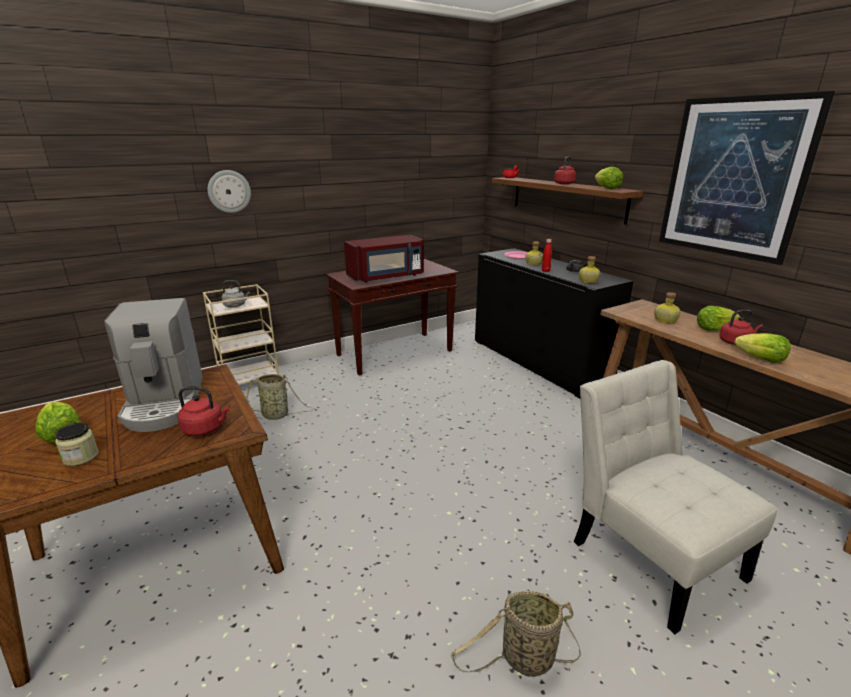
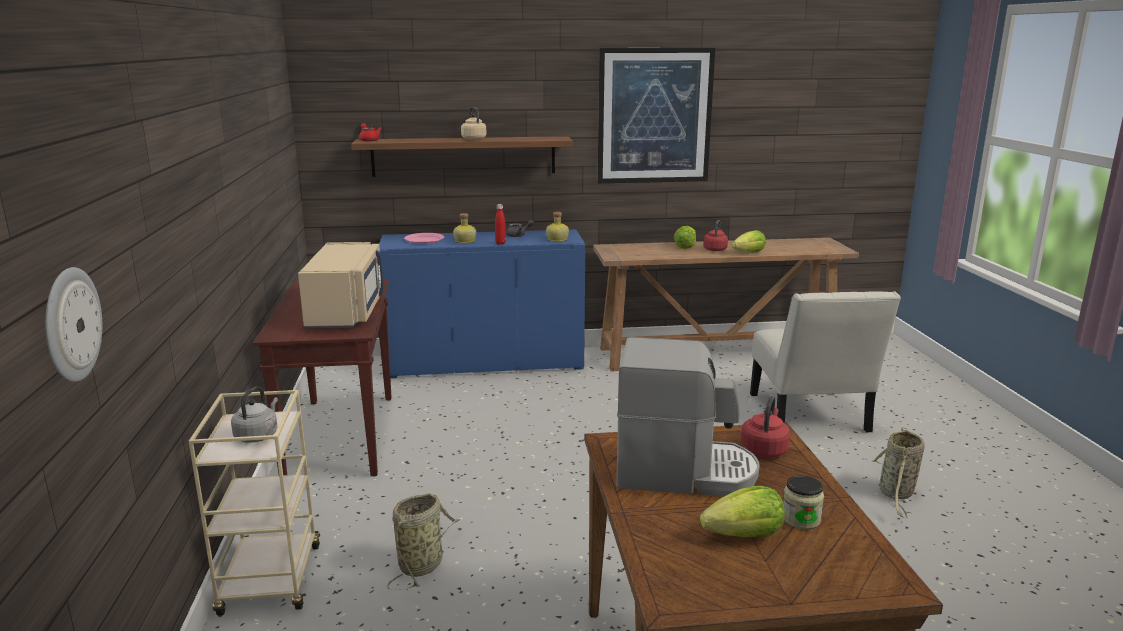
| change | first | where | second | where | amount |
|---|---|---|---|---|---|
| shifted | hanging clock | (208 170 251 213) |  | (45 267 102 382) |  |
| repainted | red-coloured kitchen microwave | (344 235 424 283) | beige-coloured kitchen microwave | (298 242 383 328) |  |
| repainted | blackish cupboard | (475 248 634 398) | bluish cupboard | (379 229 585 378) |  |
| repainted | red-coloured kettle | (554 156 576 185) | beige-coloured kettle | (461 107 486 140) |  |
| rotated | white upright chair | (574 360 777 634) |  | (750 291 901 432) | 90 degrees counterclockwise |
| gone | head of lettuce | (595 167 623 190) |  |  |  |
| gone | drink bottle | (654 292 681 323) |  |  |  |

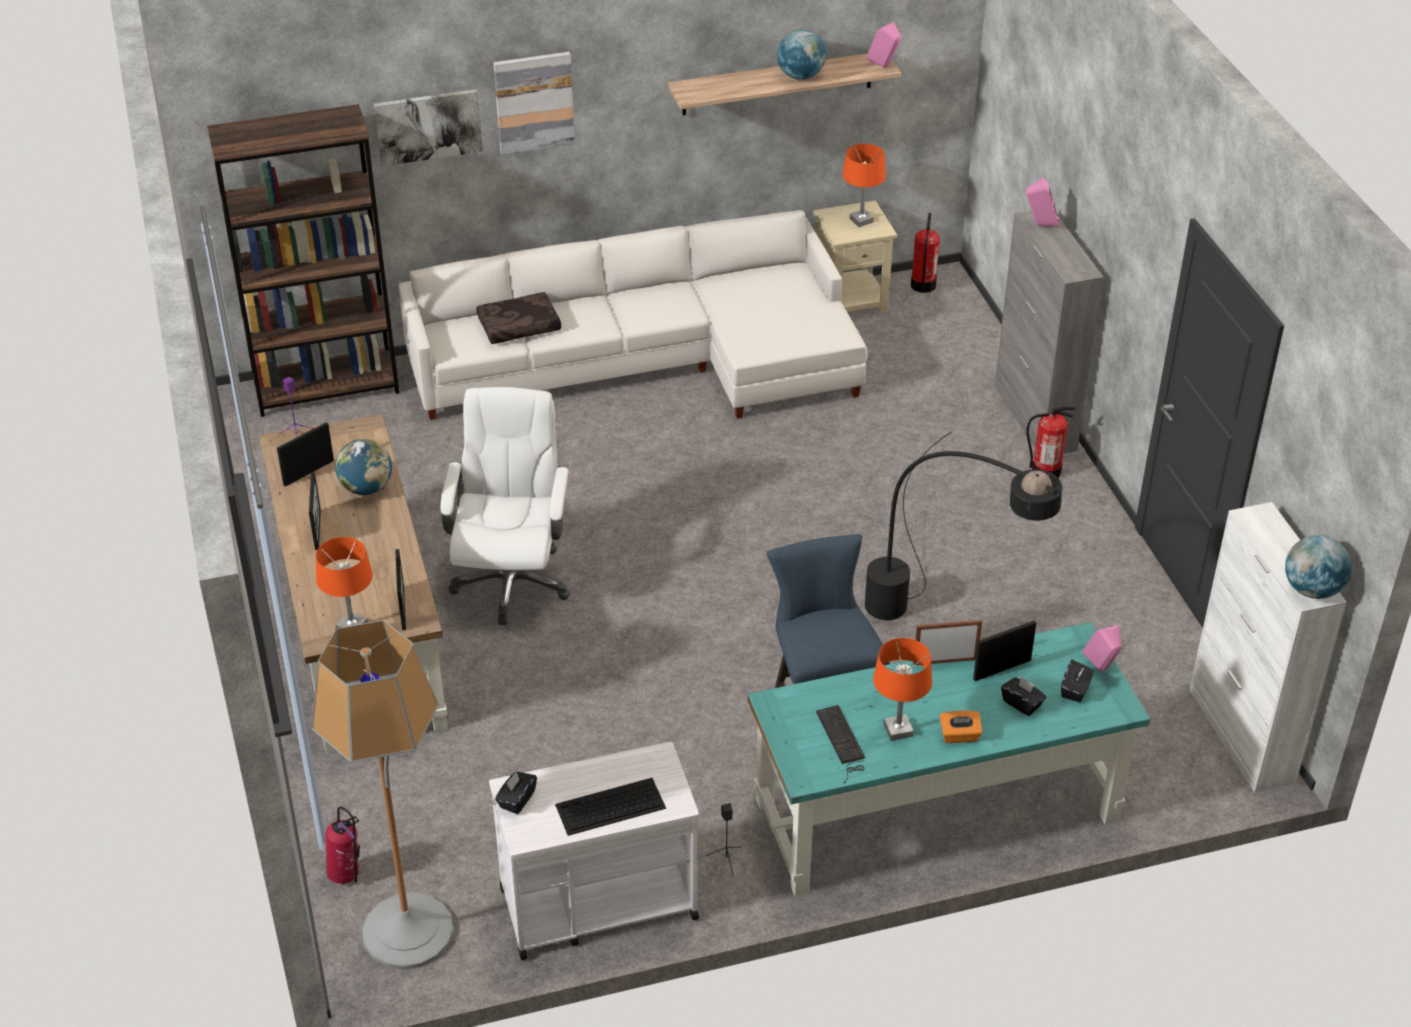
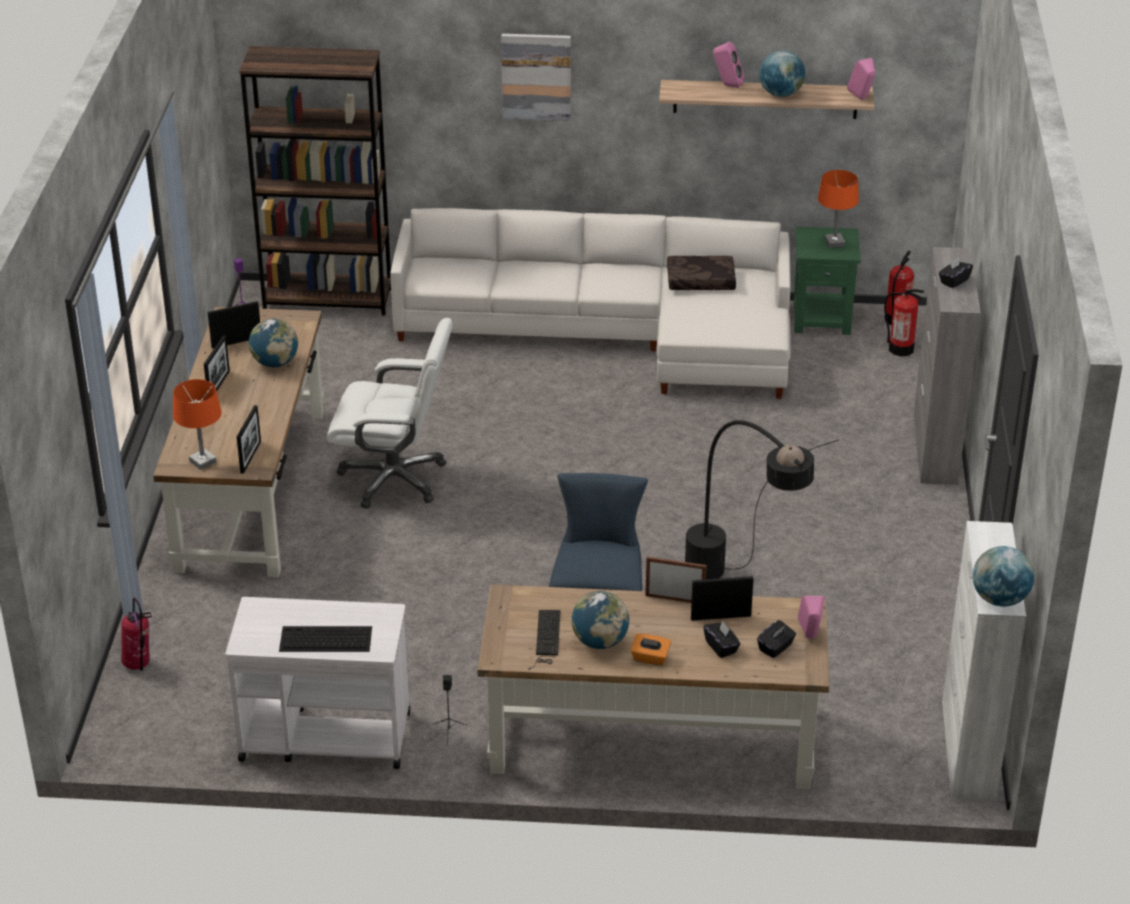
| change | first | where | second | where | amount |
|---|---|---|---|---|---|
| gone | floor lamp | (312 620 454 970) |  |  |  |
| gone | wall art | (374 89 483 166) |  |  |  |
| rotated | white desk chair | (440 387 570 625) |  | (327 318 453 509) | 75 degrees clockwise |
| shifted | brown pillow | (476 292 561 344) |  | (667 256 736 290) |  |
| shifted | blackish tissue holder | (495 771 537 814) |  | (939 257 973 288) |  |
| repainted | blue-green desk table | (747 622 1150 896) | brown desk table | (477 584 829 789) |  |
| repainted | beige-coloured side table | (813 200 897 313) | green side table | (794 227 861 335) |  |
| swapped | orange tabletop lamp | (873 638 932 741) | world globe | (572 591 629 649) |  |
| shifted | pink audio speaker | (1026 178 1059 227) |  | (713 41 745 88) |  |
| shifted | fire extinguisher | (1026 407 1075 478) |  | (884 289 924 356) |  |

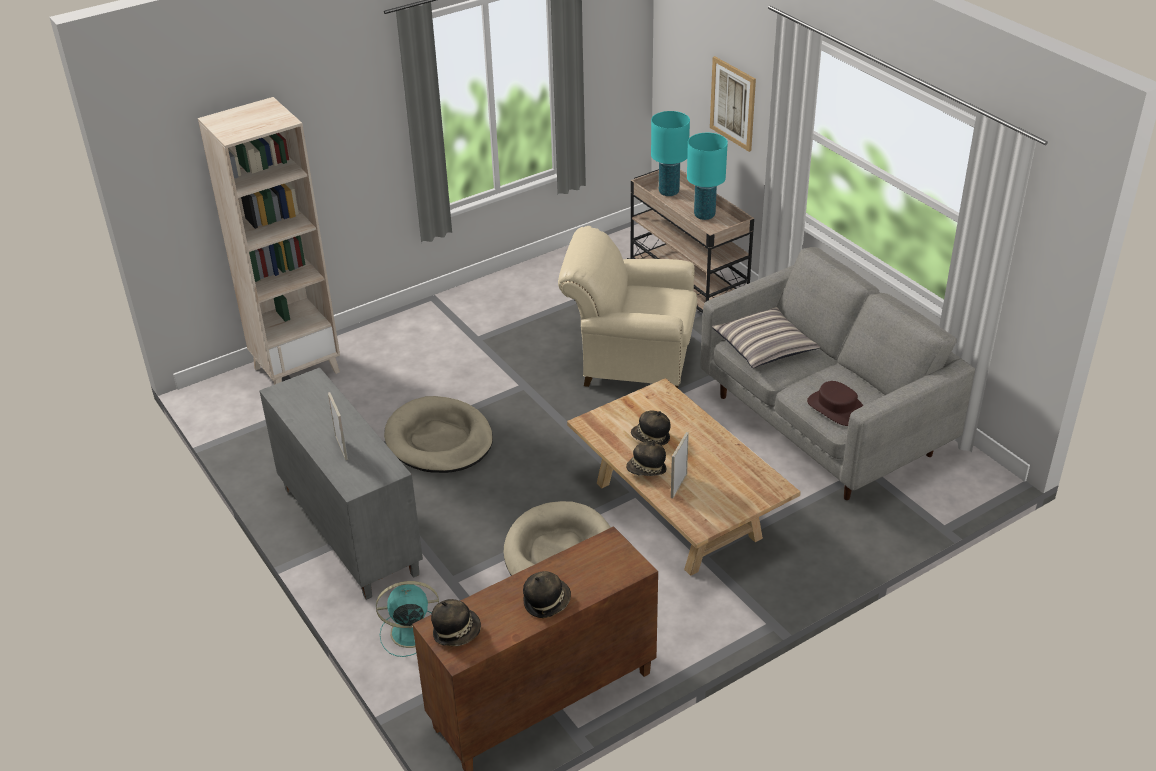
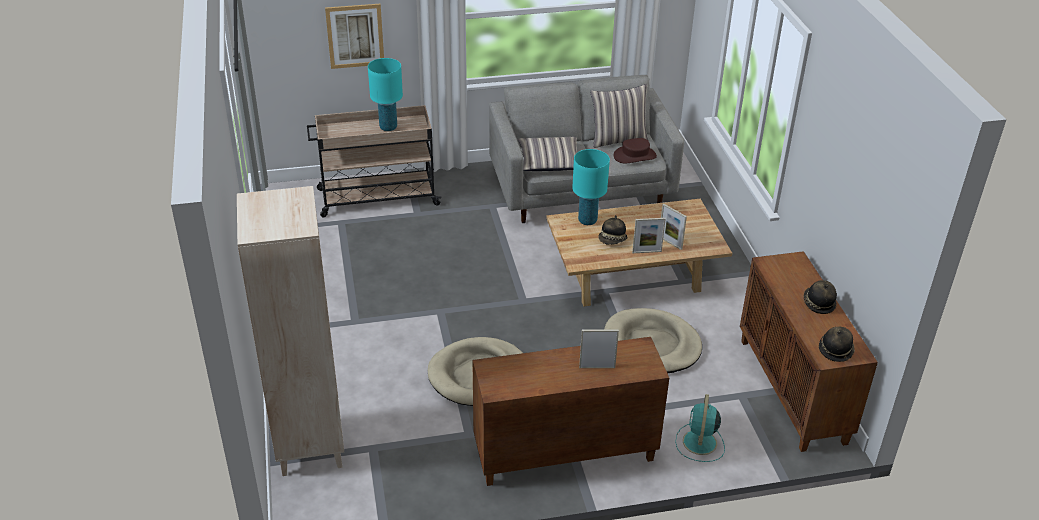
| change | first | where | second | where | amount |
|---|---|---|---|---|---|
| repainted | gray cupboard | (259 368 423 600) | brown cupboard | (472 337 669 486) |  |
| gone | beige-coloured armchair | (558 226 697 388) |  |  |  |
| swapped | hat | (626 440 666 476) | standing frame | (632 218 666 253) |  |
| shifted | blue-green tabletop lamp | (651 111 690 196) |  | (572 149 610 225) |  |
| new |  |  | pillow | (590 84 649 148) |  |

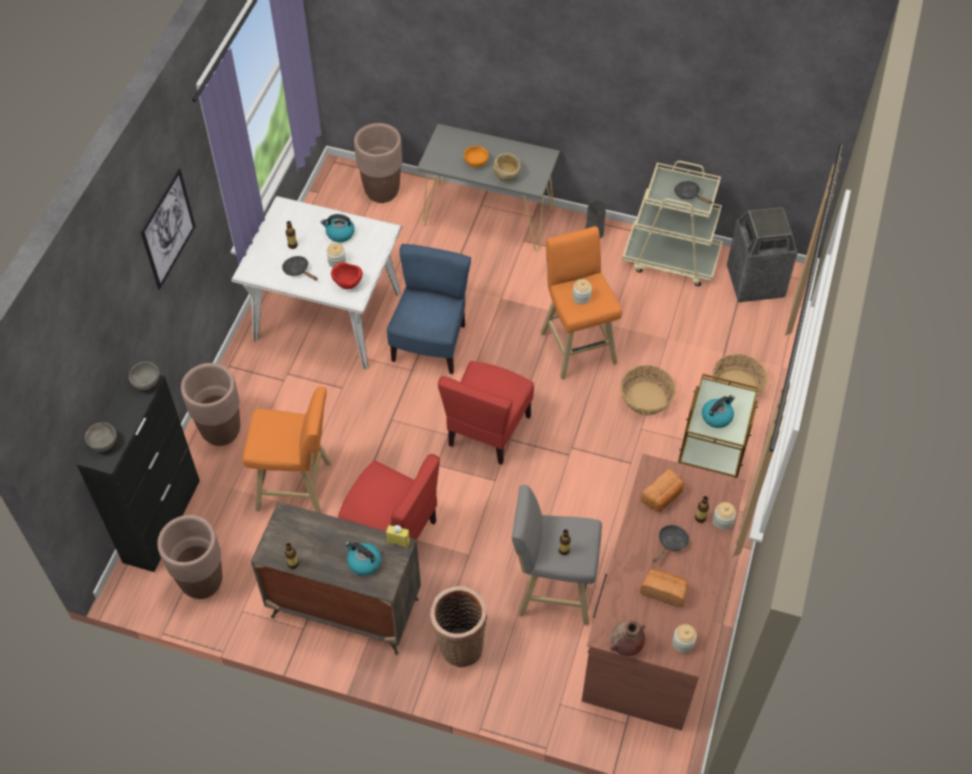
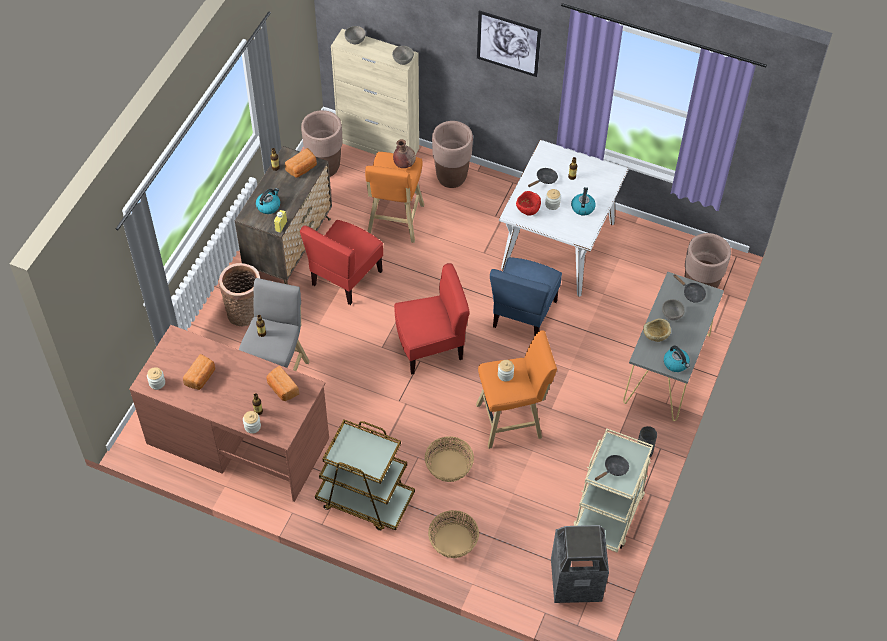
| change | first | where | second | where | amount |
|---|---|---|---|---|---|
| repainted | blackish cupboard | (76 368 200 572) | beige-coloured cupboard | (331 29 419 155) |  |
| rotated | bluish upright chair | (387 244 471 374) |  | (490 257 562 336) | 90 degrees clockwise |
| rotated | red-coloured upright chair | (438 361 534 465) |  | (394 263 470 375) | 135 degrees clockwise |
| repainted | orange bowl | (464 146 489 168) | gray bowl | (662 299 685 321) |  |
| shifted | brown vase | (610 620 645 656) |  | (393 139 416 168) |  |
| shifted | blackish pan | (653 525 689 563) |  | (673 274 706 303) |  |
| shifted | kettle | (702 395 735 428) |  | (664 345 690 372) |  |
| new |  |  | baked bread | (285 148 317 178) |  |

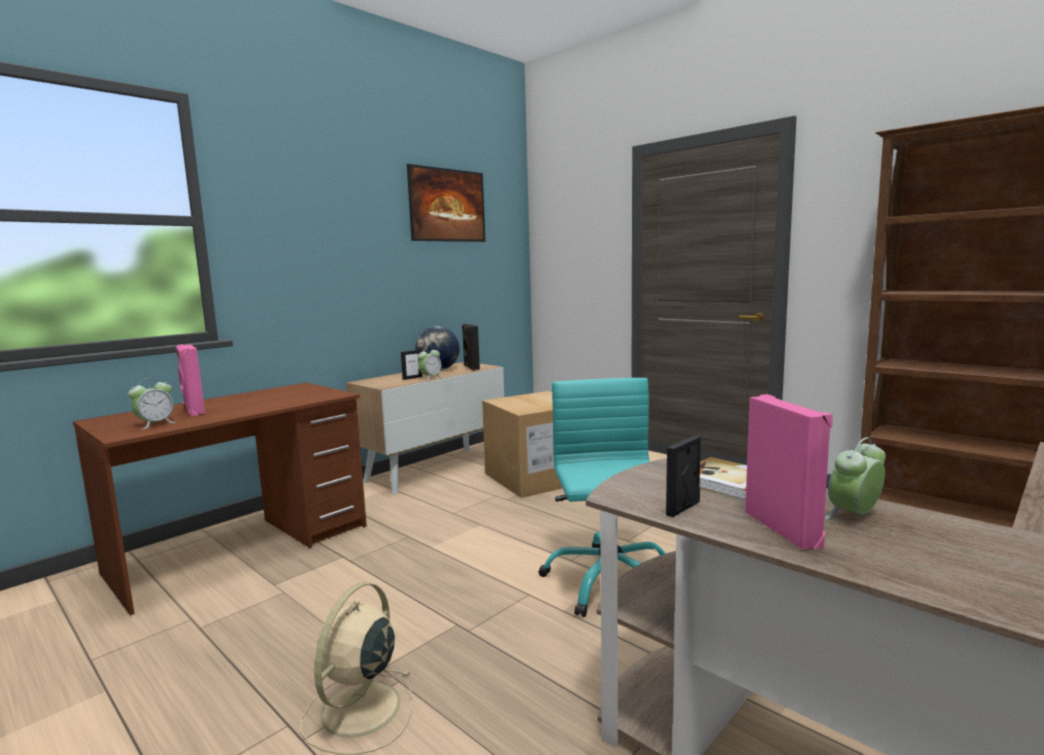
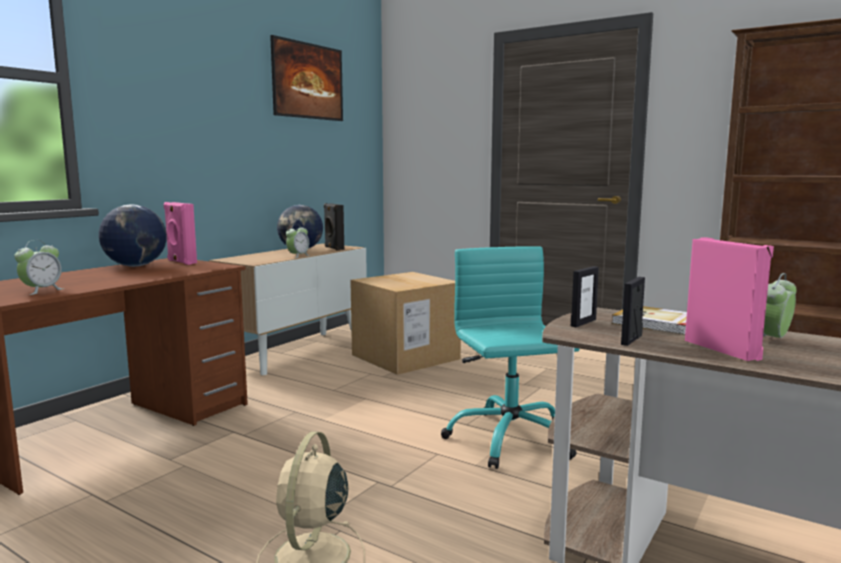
| change | first | where | second | where | amount |
|---|---|---|---|---|---|
| shifted | pink audio speaker | (176 344 205 416) |  | (164 202 197 265) |  |
| shifted | standing frame | (401 350 423 380) |  | (571 266 599 327) |  |
| new |  |  | world globe | (99 204 167 267) |  |

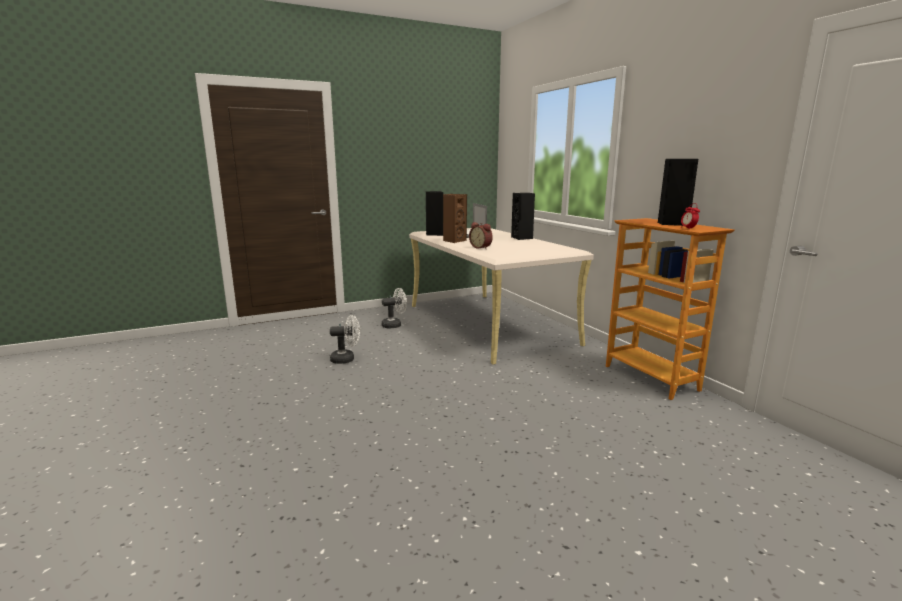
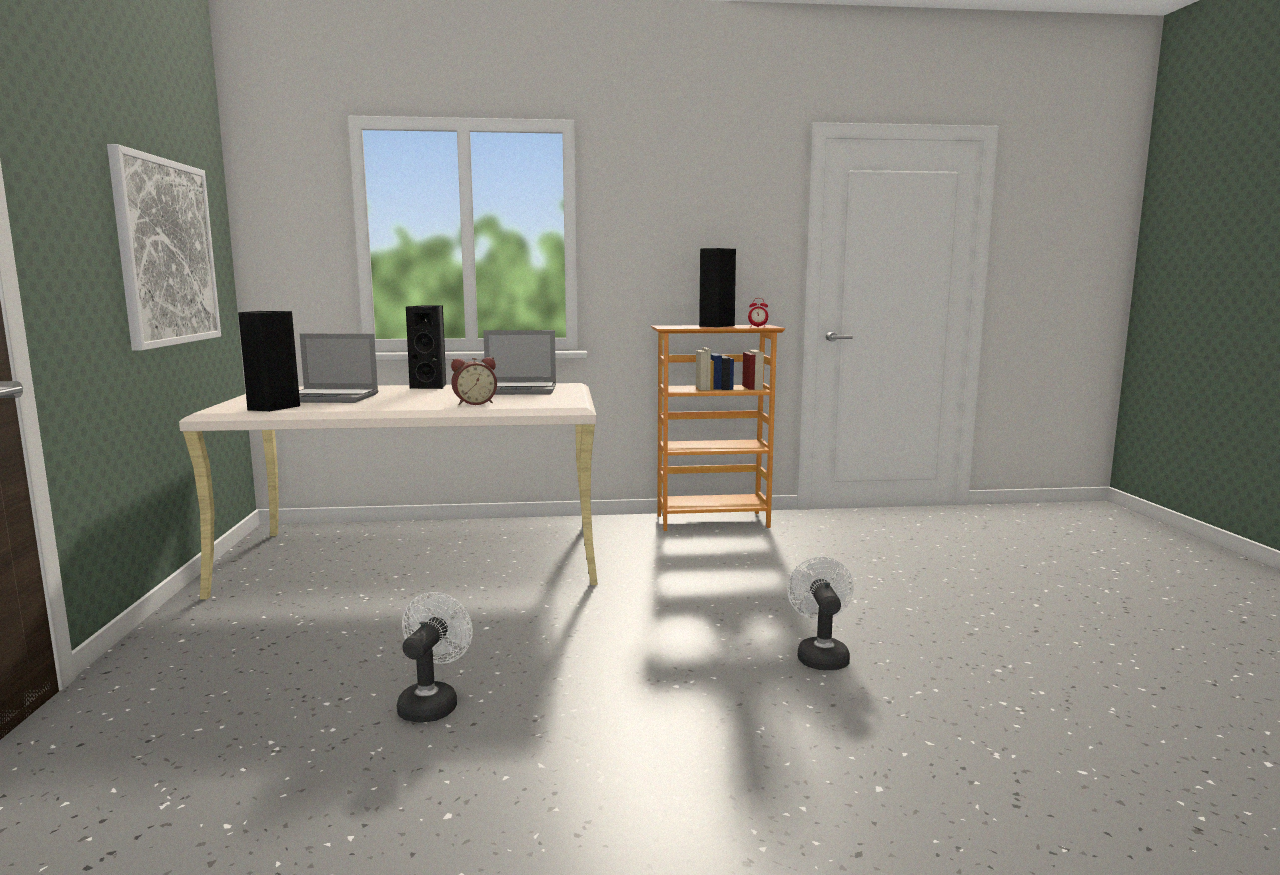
| change | first | where | second | where | amount |
|---|---|---|---|---|---|
| shifted | white electric fan | (382 288 407 328) |  | (787 557 854 670) |  |
| gone | brown audio speaker | (443 194 467 243) |  |  |  |
| new |  |  | wall art | (107 144 221 351) |  |
| new |  |  | portable computer | (483 330 556 395) |  |

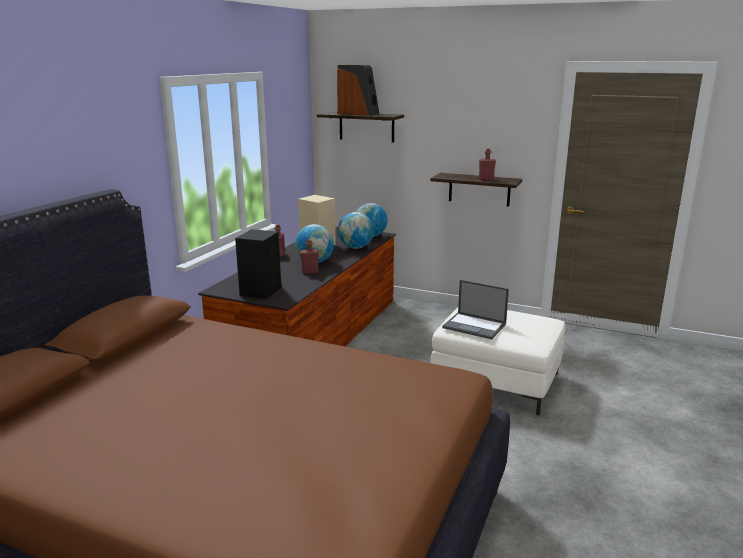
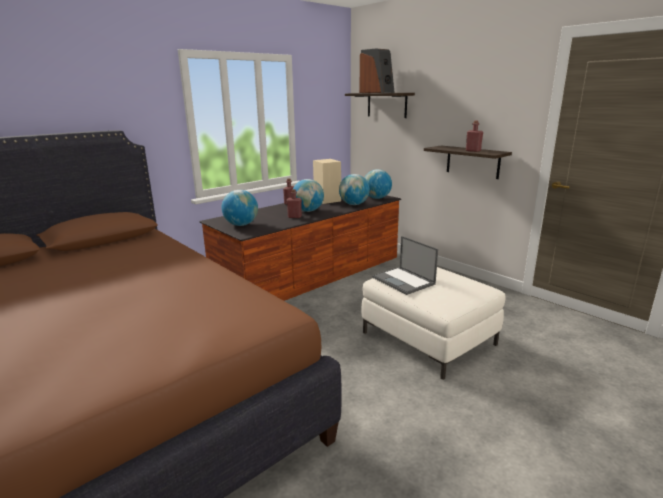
| change | first | where | second | where | amount |
|---|---|---|---|---|---|
| swapped | blackish audio speaker | (235 229 281 299) | world globe | (222 190 258 226) |  |

